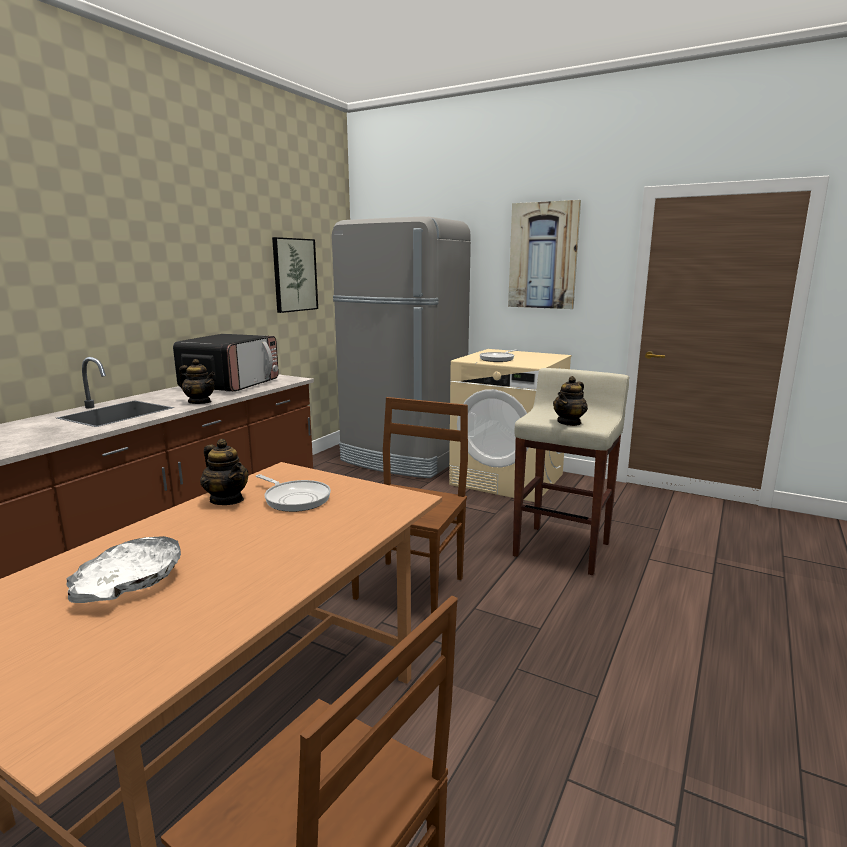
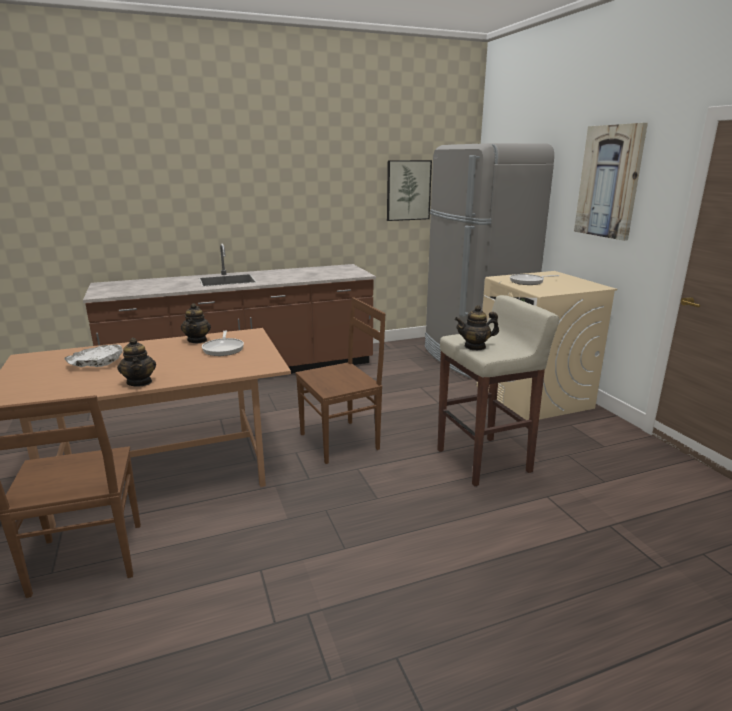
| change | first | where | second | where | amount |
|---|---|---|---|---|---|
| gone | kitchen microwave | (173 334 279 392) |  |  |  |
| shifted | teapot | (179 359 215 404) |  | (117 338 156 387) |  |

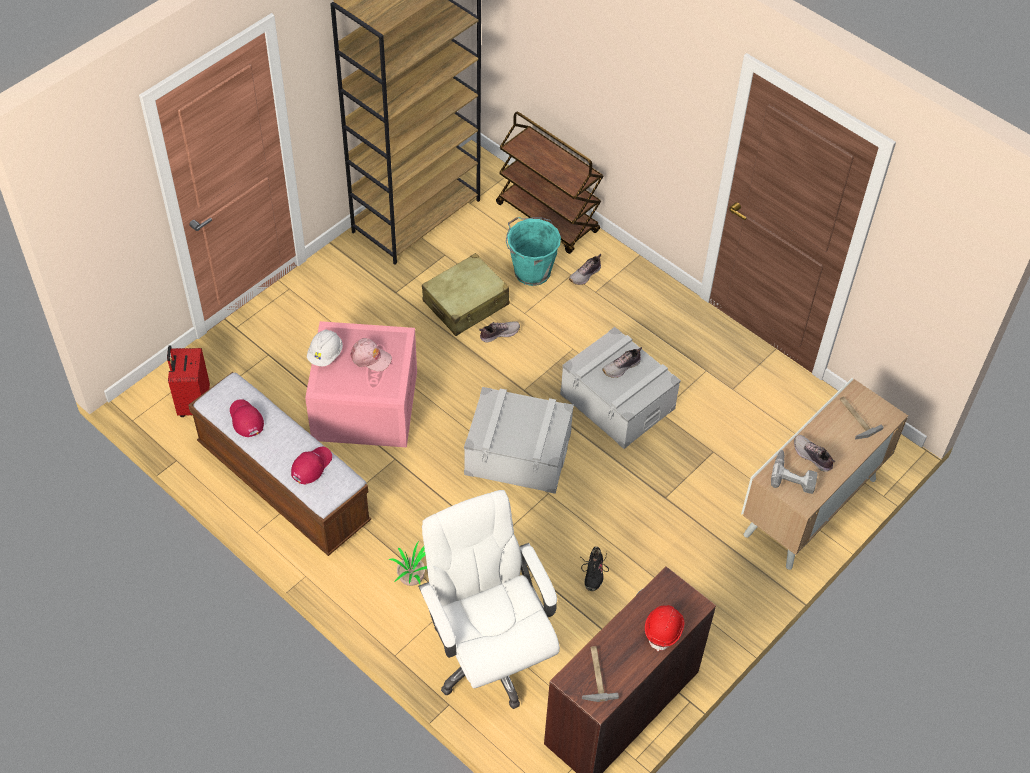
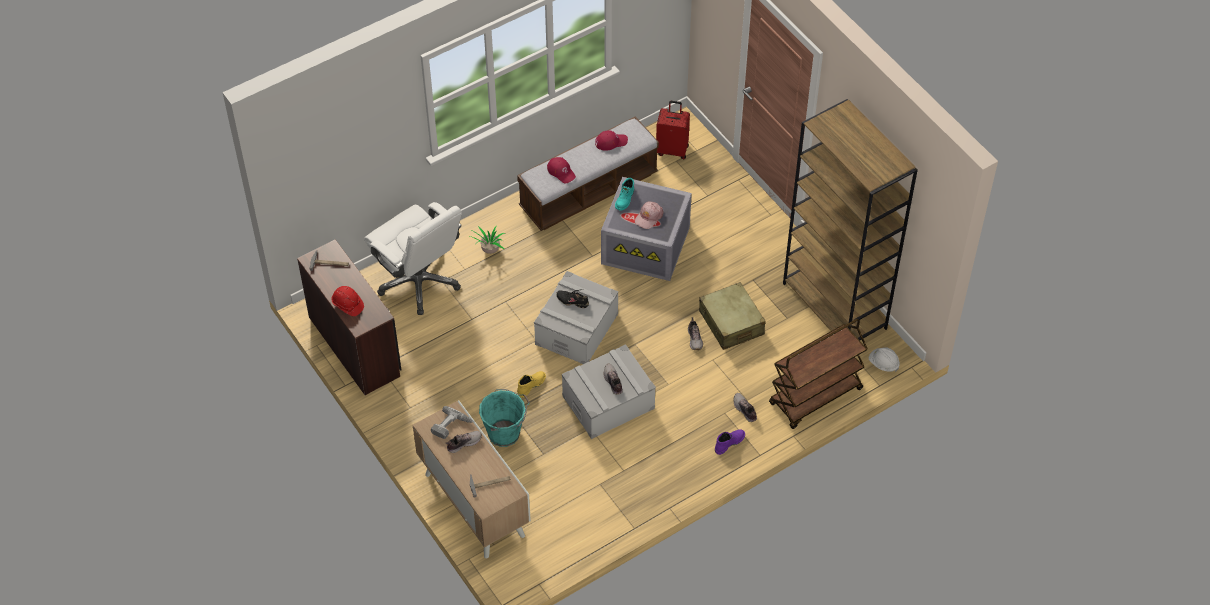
| change | first | where | second | where | amount |
|---|---|---|---|---|---|
| repainted | pink storage bin | (305 321 417 448) | gray storage bin | (601 177 692 281) |  |
| shifted | white safety helmet | (307 329 343 366) |  | (869 347 900 372) |  |
| rotated | white desk chair | (418 490 560 709) |  | (364 202 462 315) | 60 degrees clockwise |
| shifted | blue-green pail | (506 217 561 286) |  | (479 389 530 447) |  |
| shifted | blackish low shoe | (581 546 609 591) |  | (556 290 589 308) |  |
| new |  |  | yellow-coloured boot | (517 371 546 398) |  |
| new |  |  | blue-green boot | (615 178 634 210) |  |
| new |  |  | purple-coloured boot | (715 429 745 455) |  |

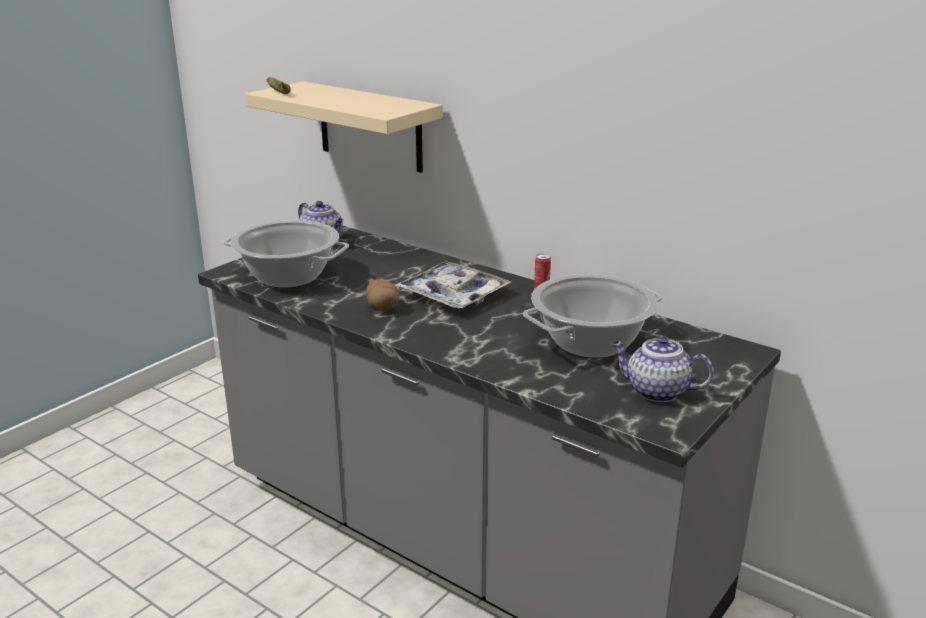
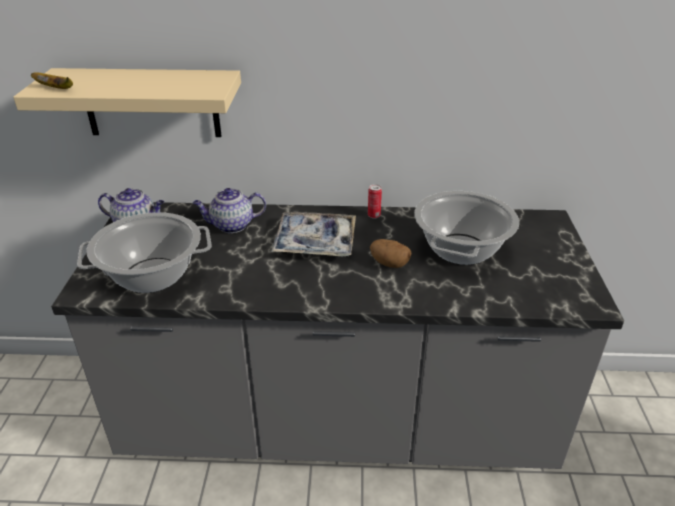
| change | first | where | second | where | amount |
|---|---|---|---|---|---|
| shifted | spud | (366 279 399 311) |  | (370 239 411 268) |  |
| shifted | teapot | (611 336 714 402) |  | (193 188 266 233) |  |

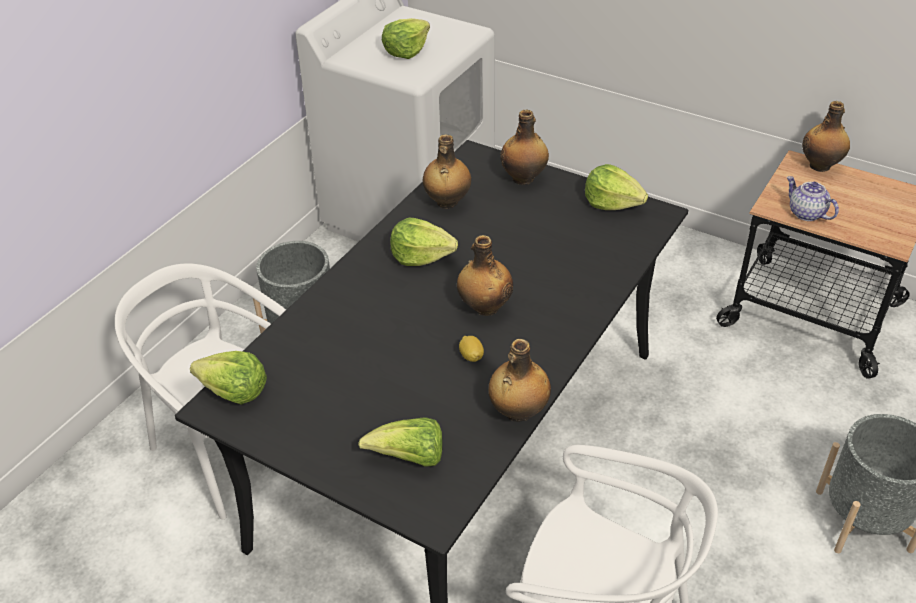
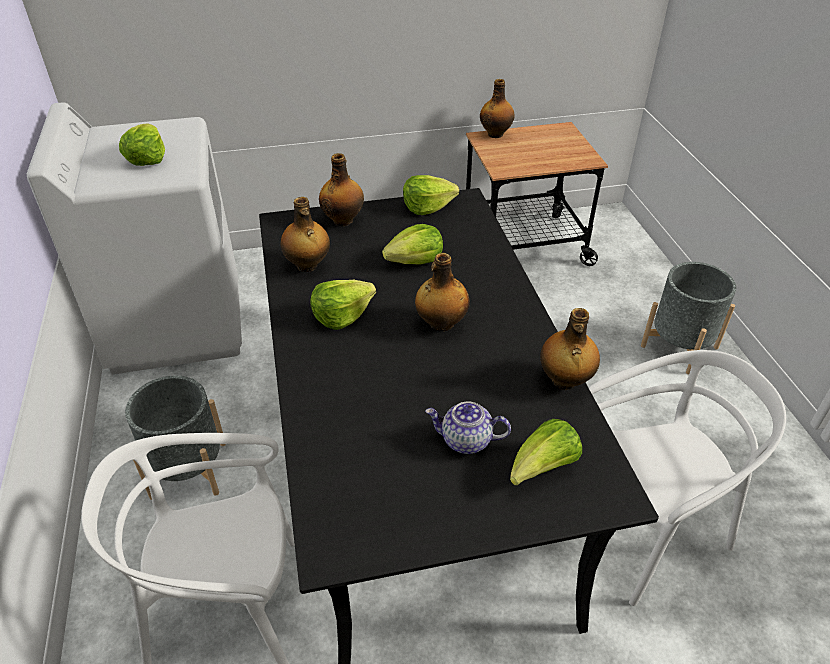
| change | first | where | second | where | amount |
|---|---|---|---|---|---|
| shifted | head of lettuce | (190 351 267 405) |  | (382 224 443 265) |  |
| gone | lemon | (459 336 484 362) |  |  |  |
| shifted | teapot | (787 176 839 221) |  | (425 401 511 454) |  |

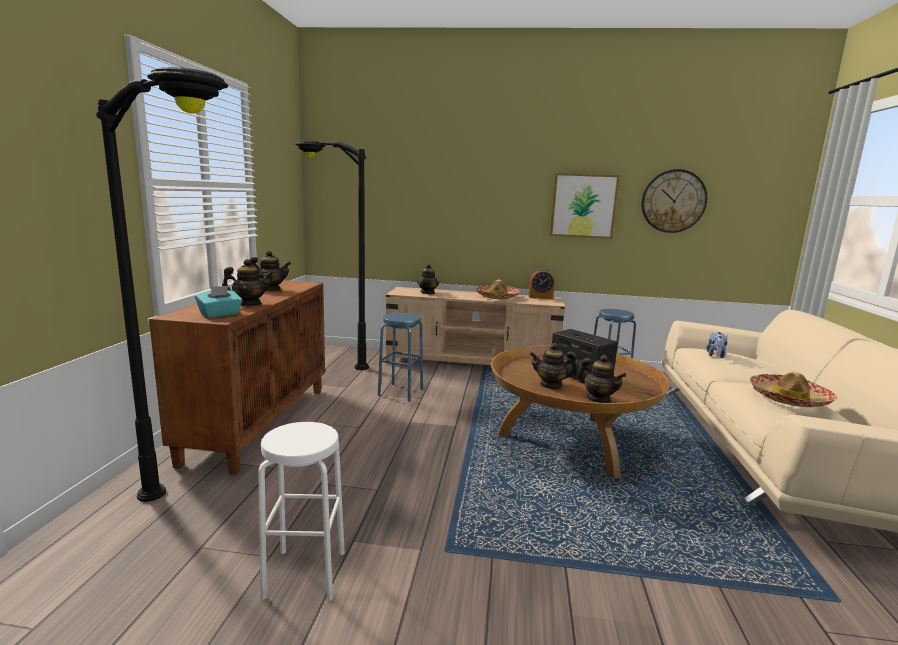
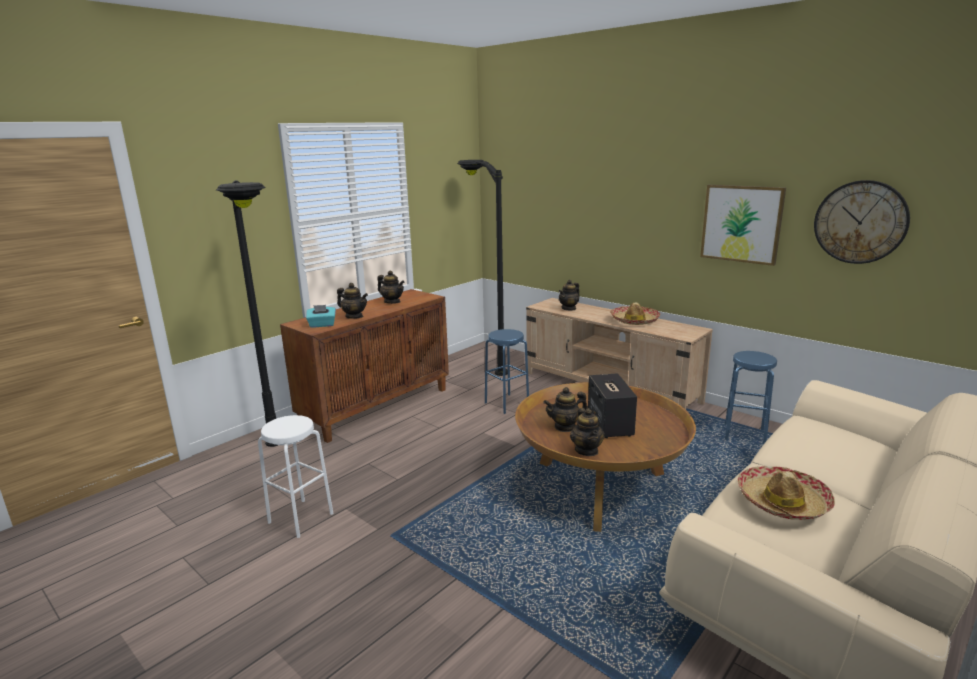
| change | first | where | second | where | amount |
|---|---|---|---|---|---|
| gone | table clock | (529 268 555 299) |  |  |  |
| rotated | teapot | (530 343 578 389) |  | (543 387 588 432) | 60 degrees counterclockwise |
| gone | plush toy | (706 332 728 358) |  |  |  |

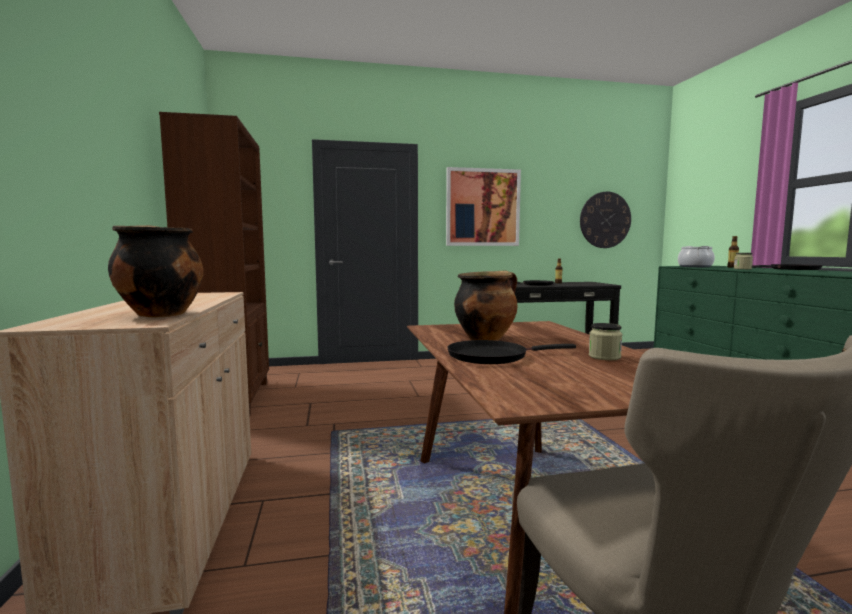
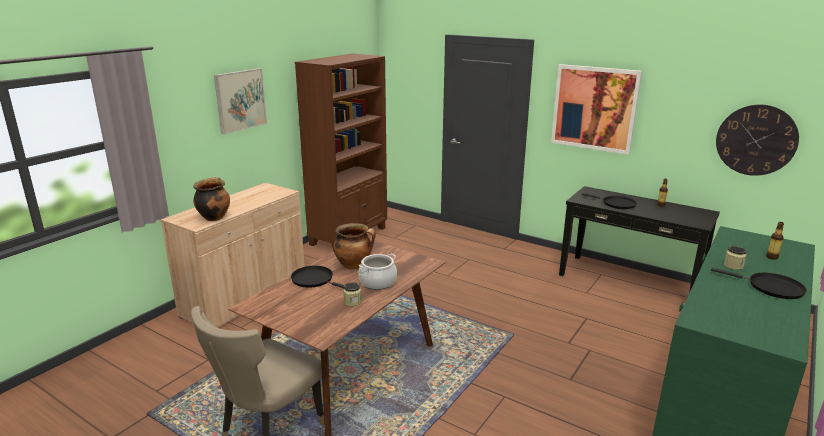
| change | first | where | second | where | amount |
|---|---|---|---|---|---|
| shifted | stockpot | (678 246 715 267) |  | (358 254 397 290) |  |
| new |  |  | wall art | (214 68 267 134) |  |

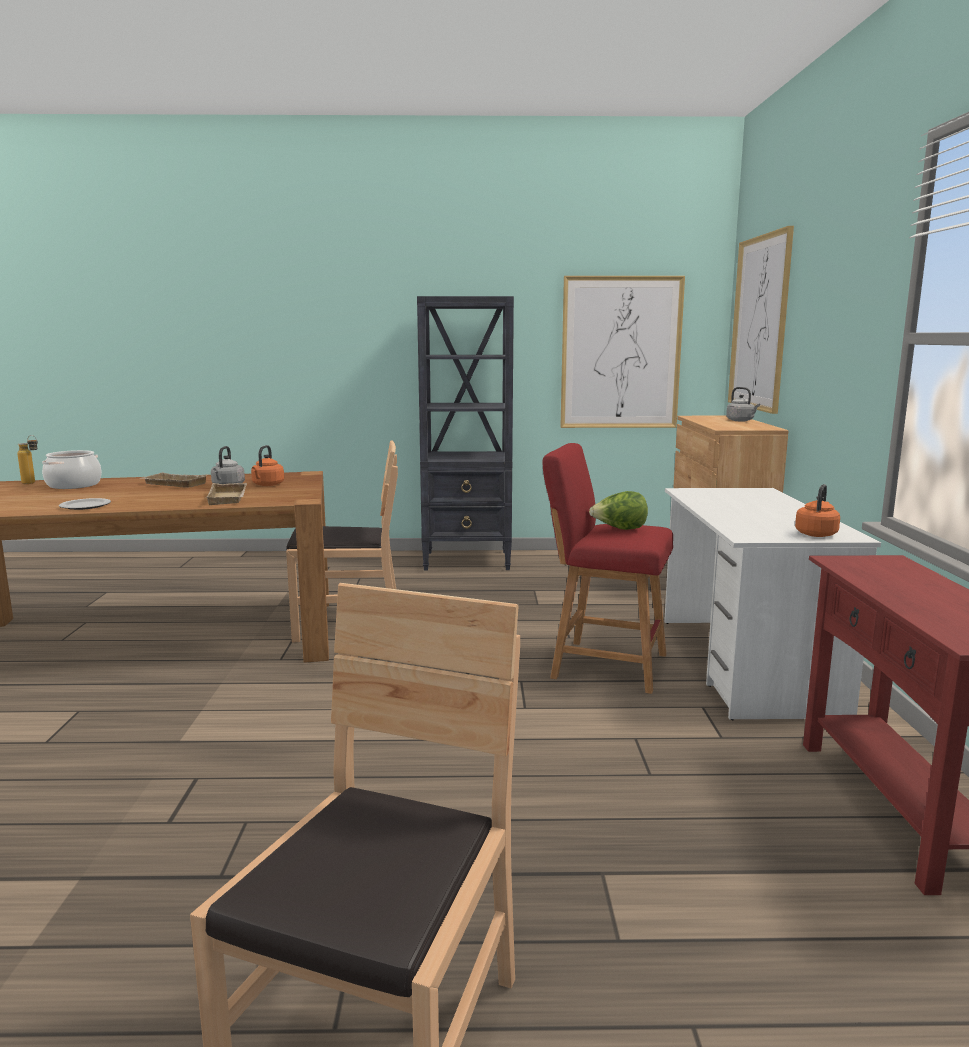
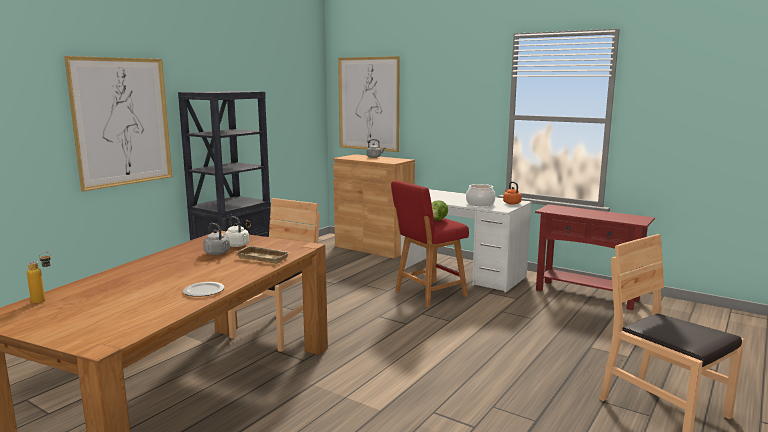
| change | first | where | second | where | amount |
|---|---|---|---|---|---|
| shifted | stockpot | (42 450 102 489) |  | (466 184 495 206) |  |
| gone | beige-coloured tray | (141 472 208 488) |  |  |  |
| repainted | orange kettle | (251 445 284 486) | white kettle | (224 216 249 247) |  |
| shifted | wall art | (560 276 685 428) |  | (64 56 172 191) |  |

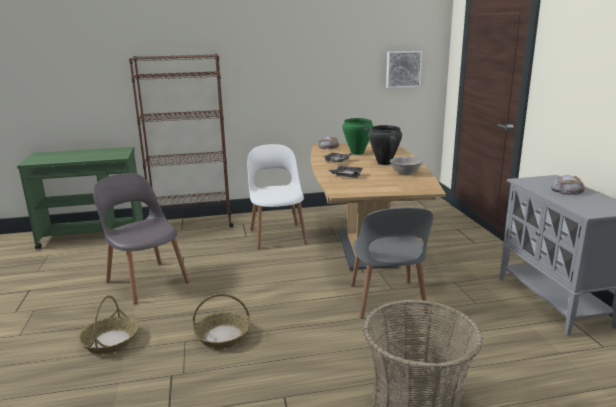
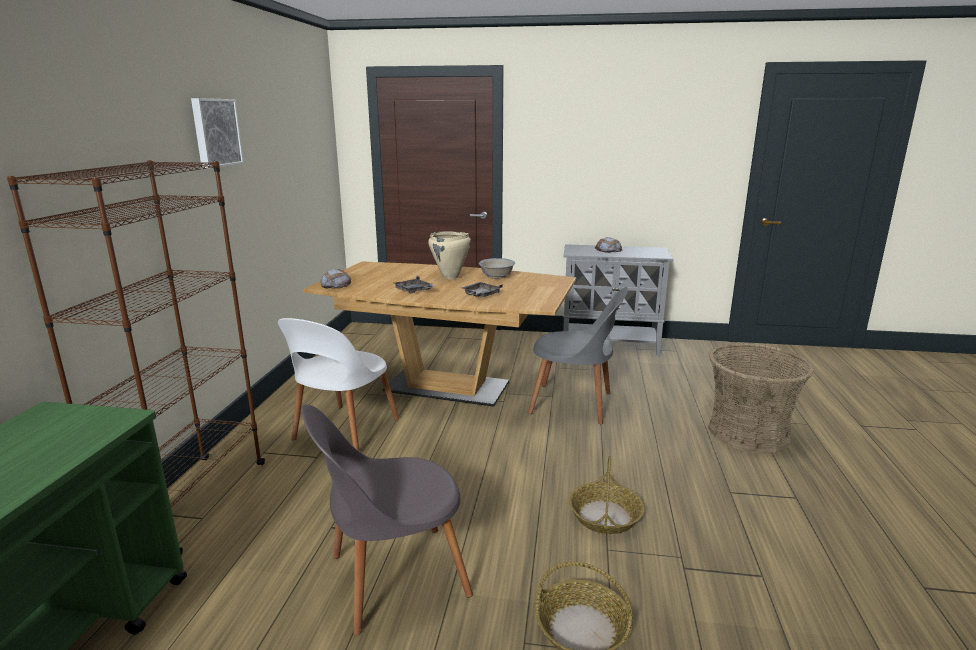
| change | first | where | second | where | amount |
|---|---|---|---|---|---|
| rotated | white upright chair | (247 144 307 249) |  | (278 318 399 451) | 75 degrees counterclockwise |
| gone | green stockpot | (342 118 374 155) |  |  |  |
| repainted | blackish stockpot | (368 125 402 165) | beige-coloured stockpot | (428 231 471 279) |  |
| shifted | wall art | (386 51 422 88) |  | (191 98 244 169) |  |

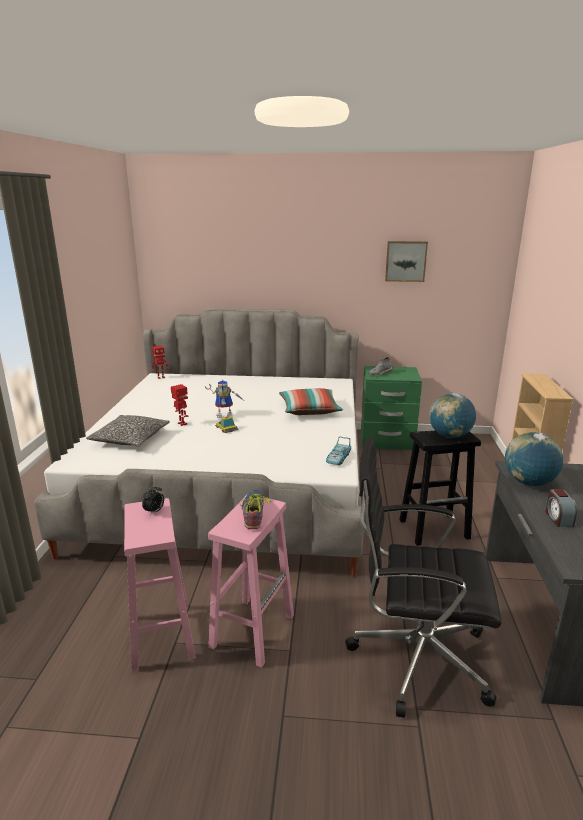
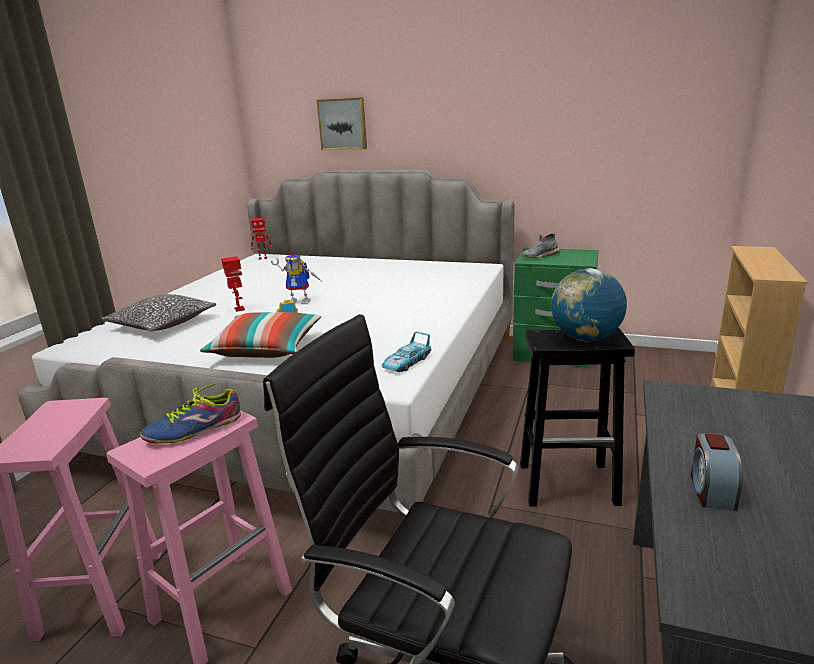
| change | first | where | second | where | amount |
|---|---|---|---|---|---|
| gone | table clock | (142 485 164 515) |  |  |  |
| rotated | low shoe | (240 490 271 529) |  | (140 381 241 444) | 135 degrees counterclockwise |
| shifted | pillow | (279 388 343 415) |  | (200 312 322 358) |  |
| shifted | wall art | (385 241 428 282) |  | (317 97 367 150) |  |
| gone | world globe | (505 432 563 486) |  |  |  |

